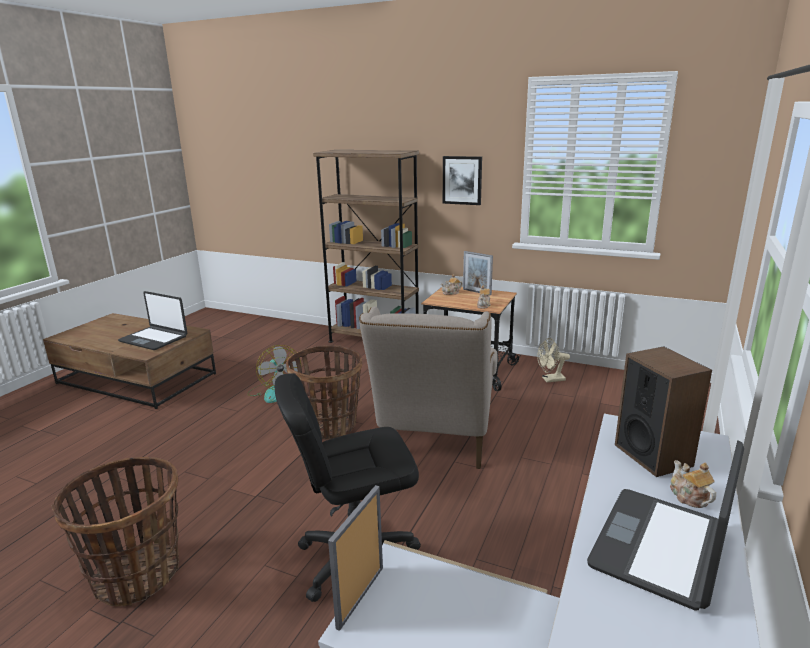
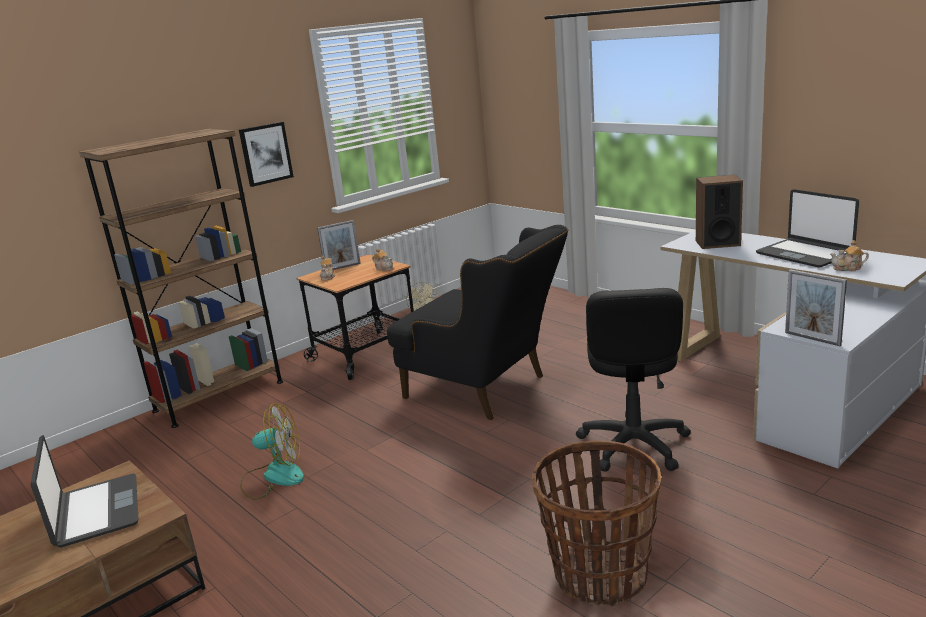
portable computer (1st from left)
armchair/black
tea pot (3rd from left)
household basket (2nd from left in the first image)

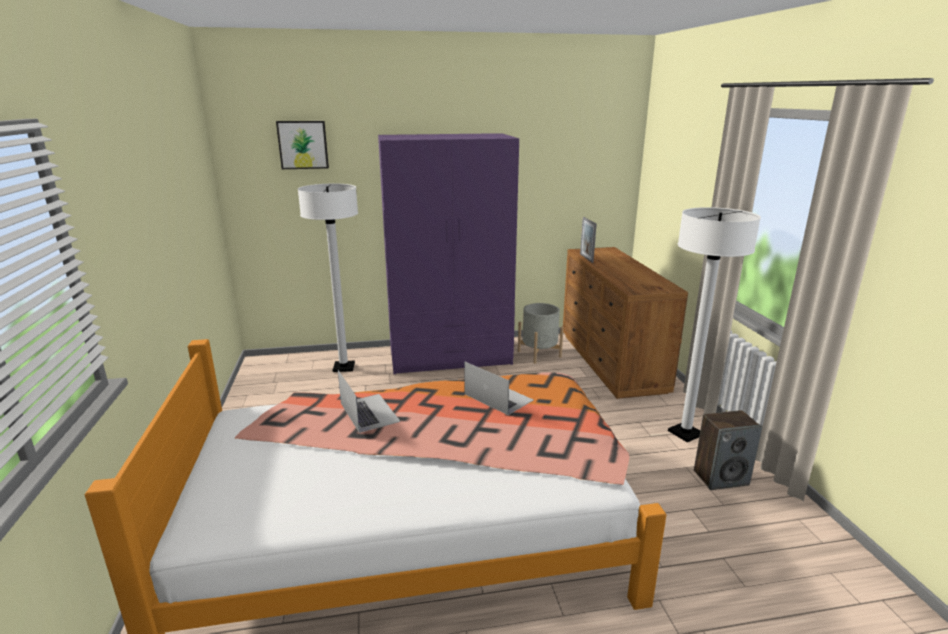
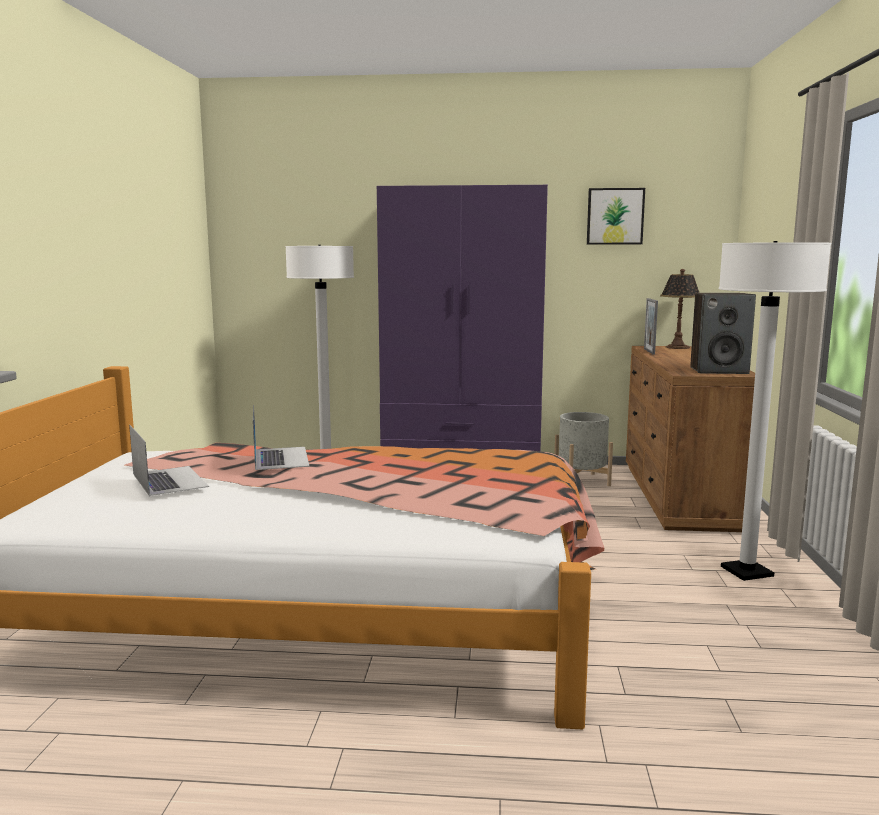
portable computer (1st from left)
wall art
table lamp
speaker

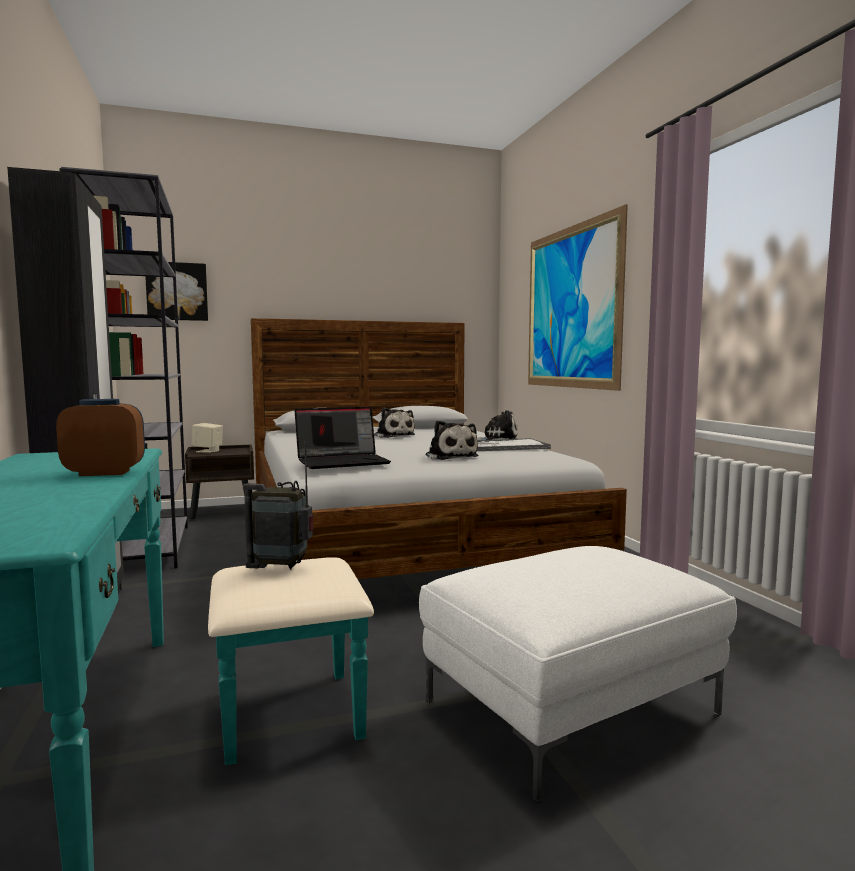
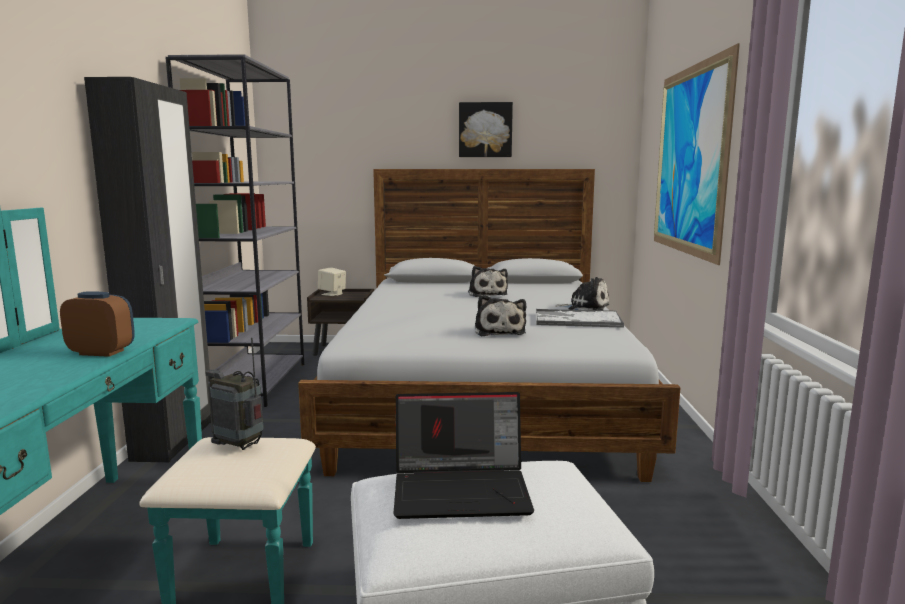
portable computer
wall art (1st from left)

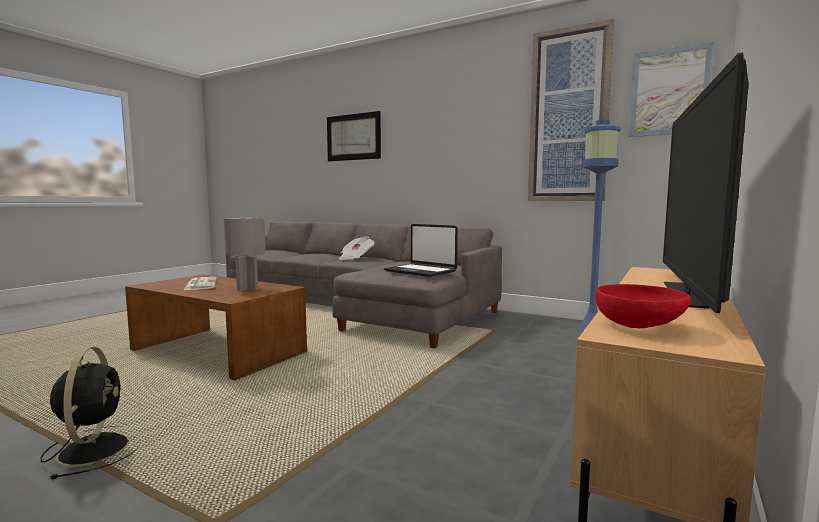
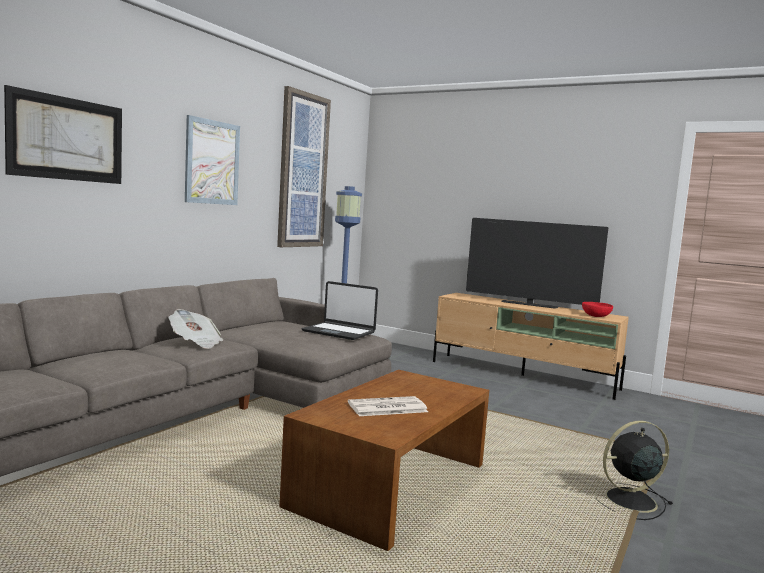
wall art (2nd from left)
portable computer
table lamp/greyish

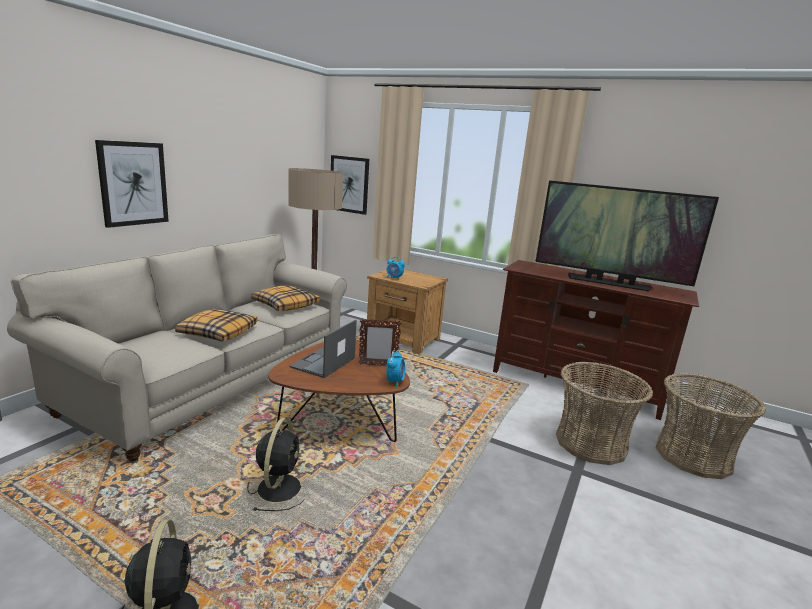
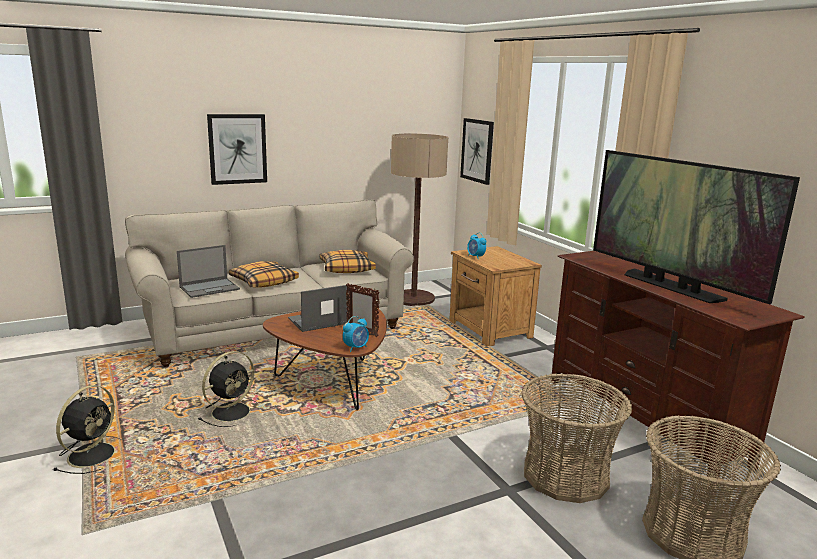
portable computer (1st from left)

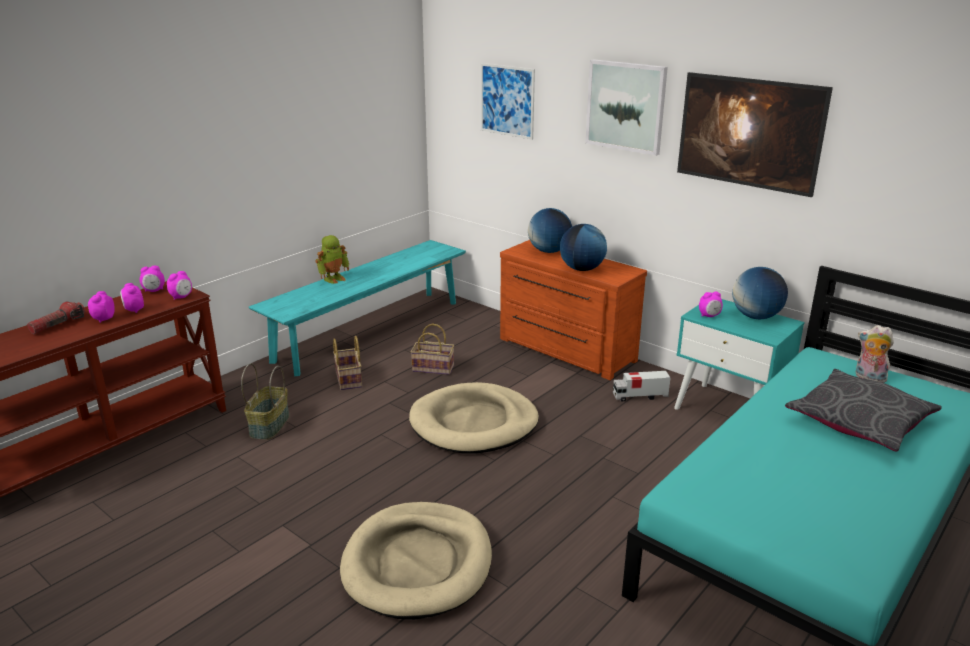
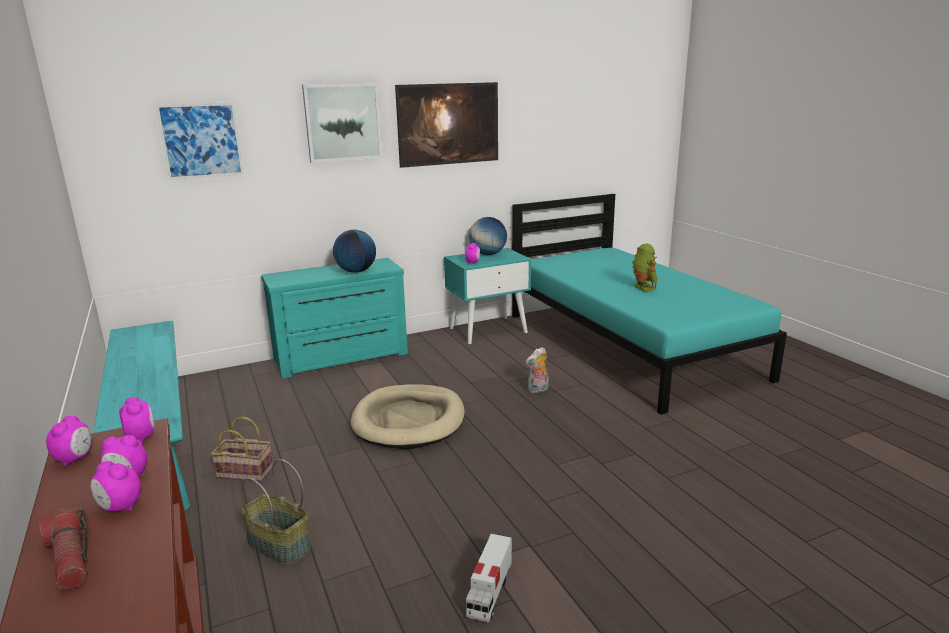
drawer chest/turquoise
toy truck
soft toy
model robot
dog cushion/sand-coloured (1st from left in the first image)
household basket (3rd from left in the first image)
globe (1st from left in the first image)
cushion/greyish

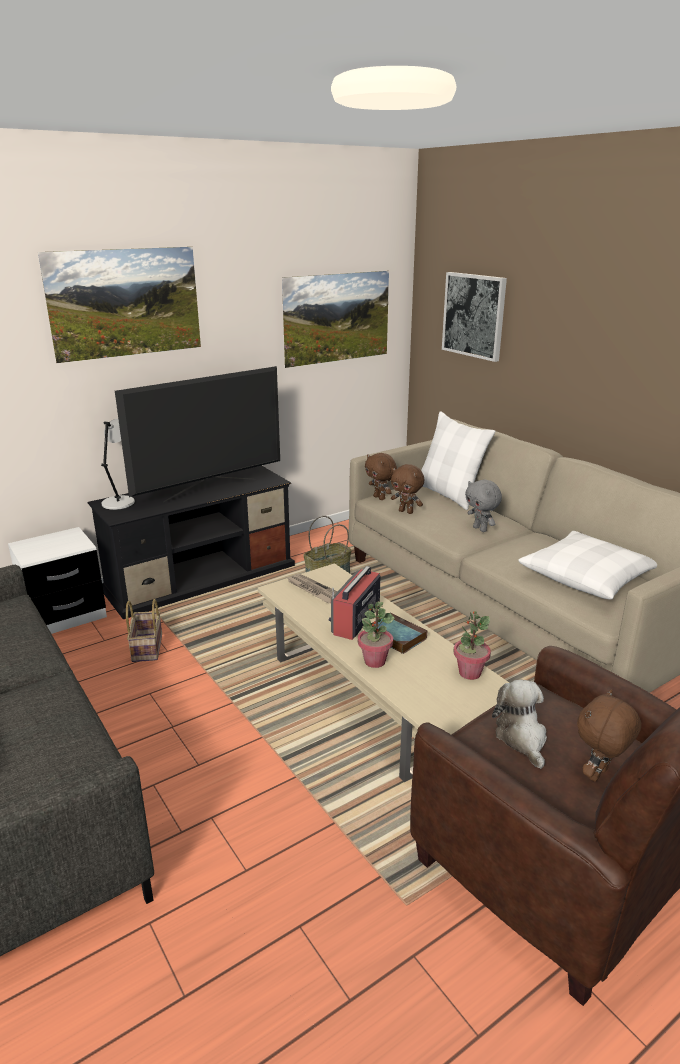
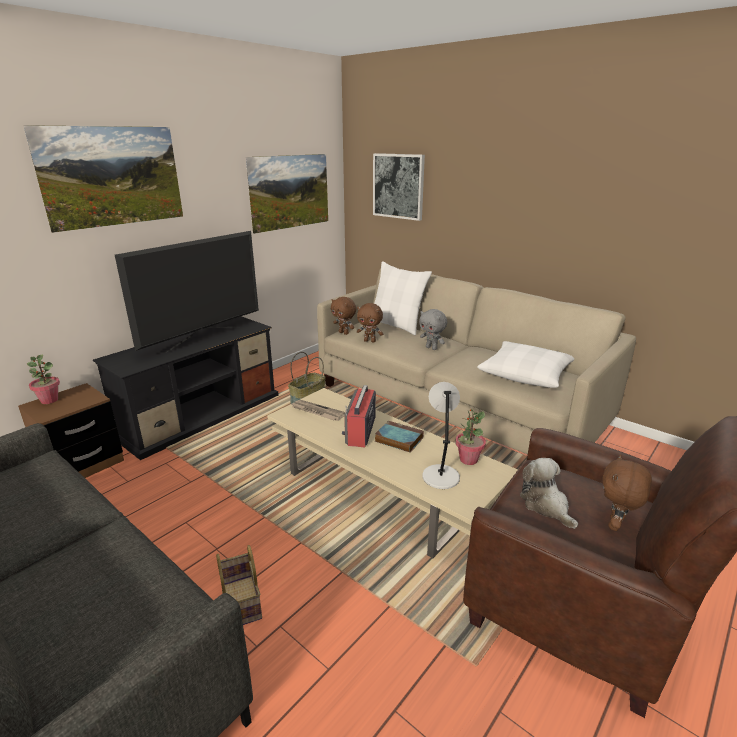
night table/brown
houseplant (1st from left)
household basket (1st from left)
table lamp/greyish

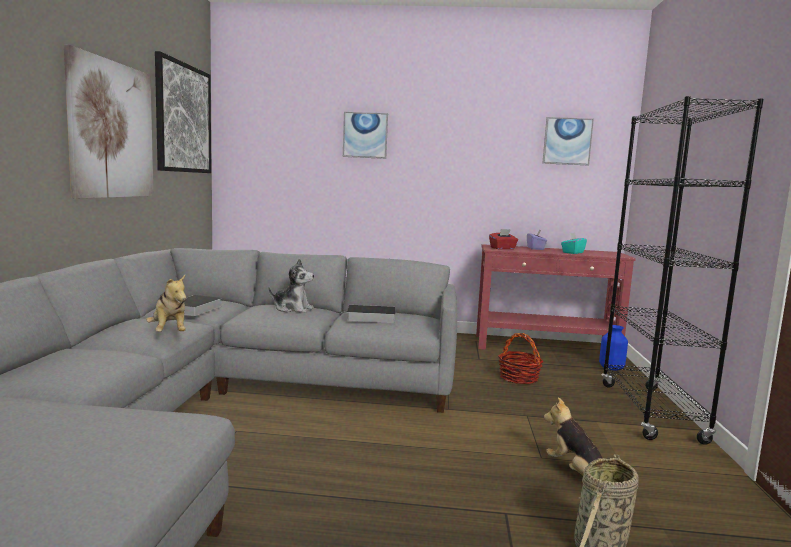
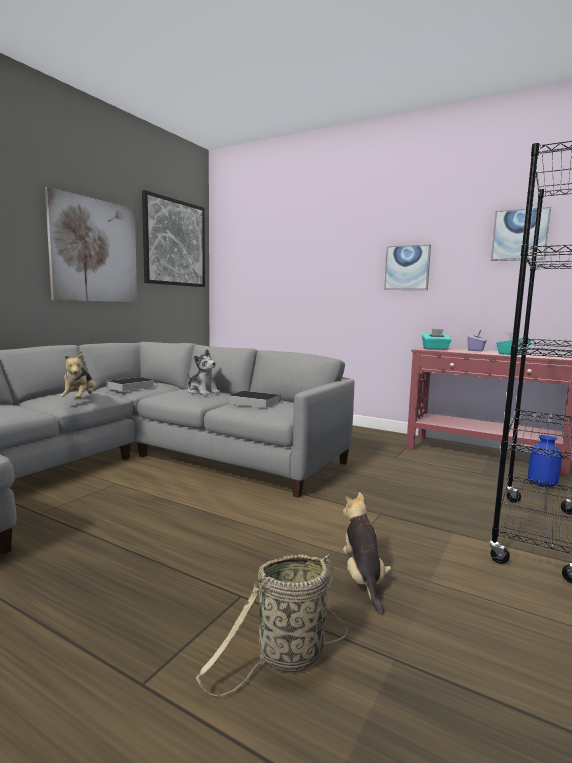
wall art (3rd from left)
tissue holder/turquoise (1st from left)
household basket (1st from left in the first image)

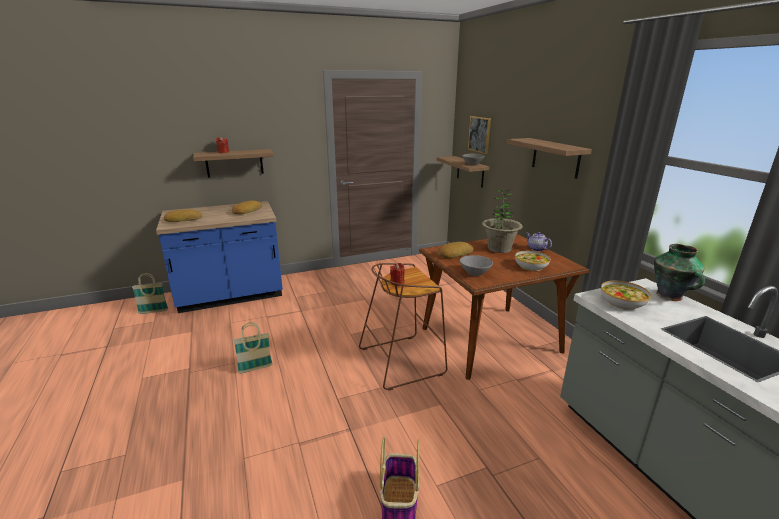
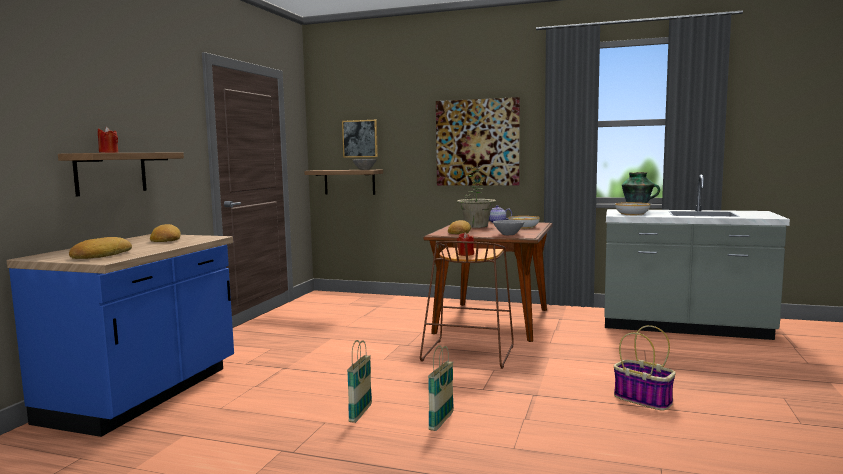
household basket (2nd from left)
wall art (2nd from left)

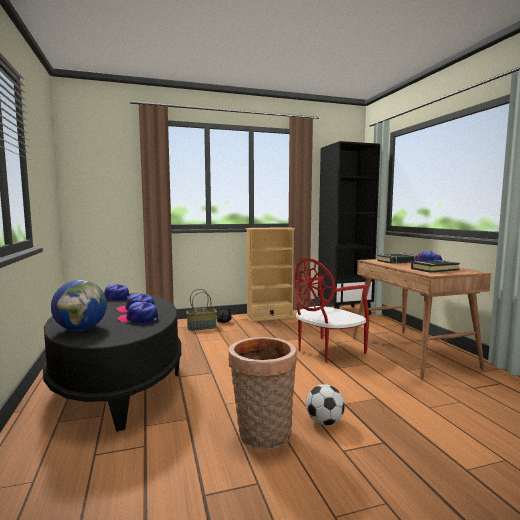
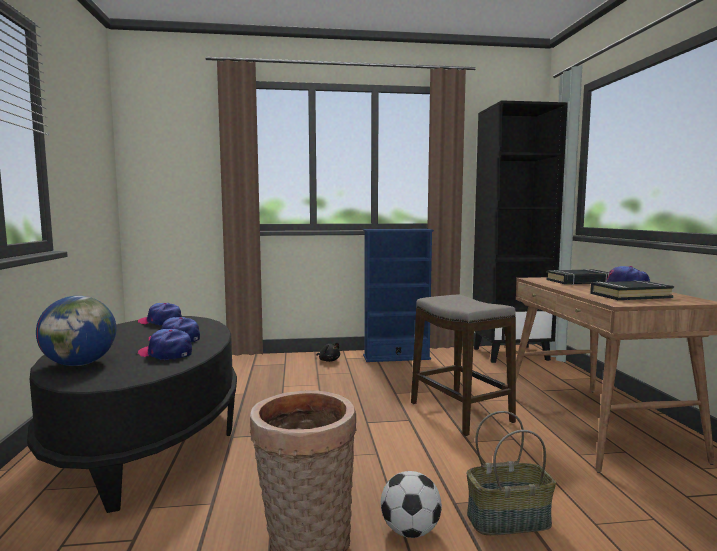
shelving unit/bluish
sitting stool
household basket (2nd from left)

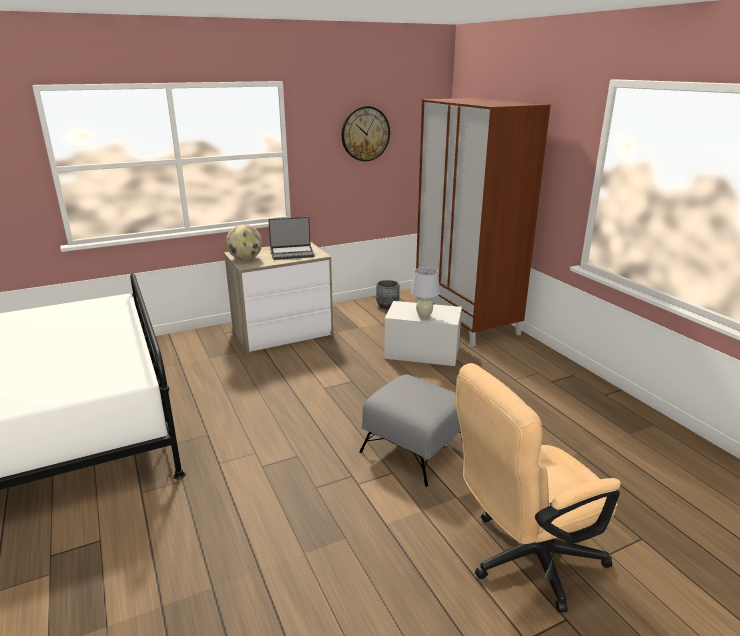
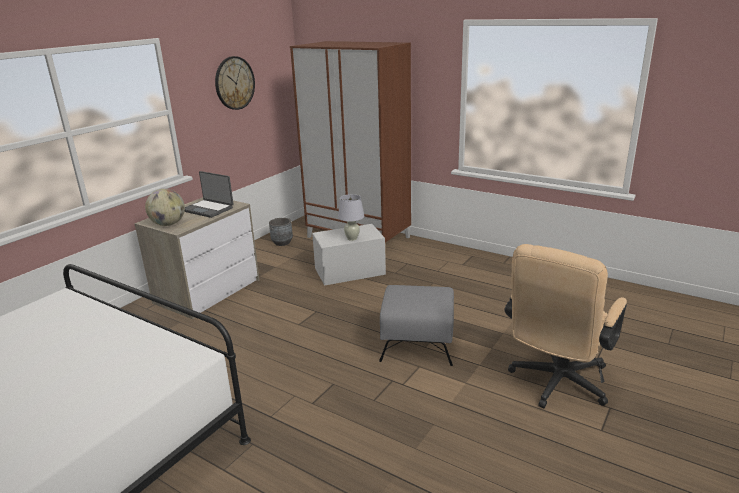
portable computer

